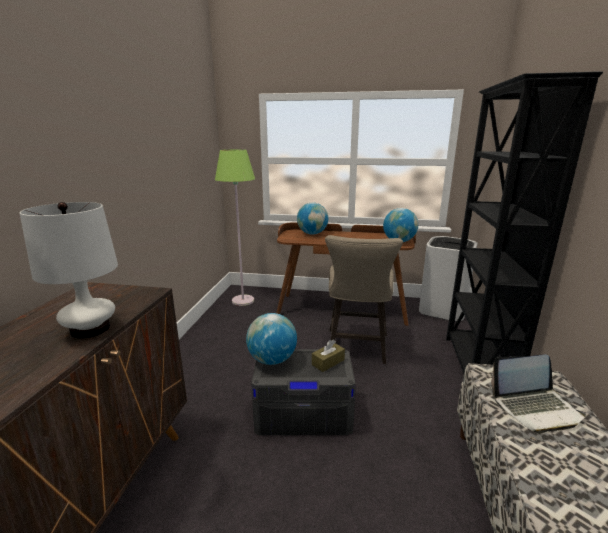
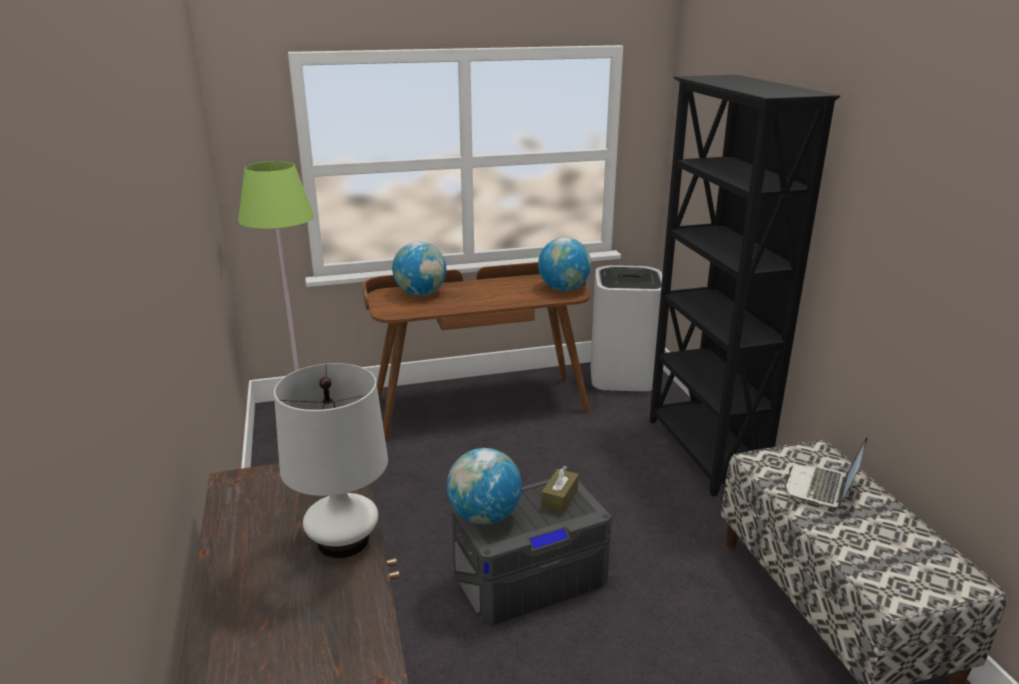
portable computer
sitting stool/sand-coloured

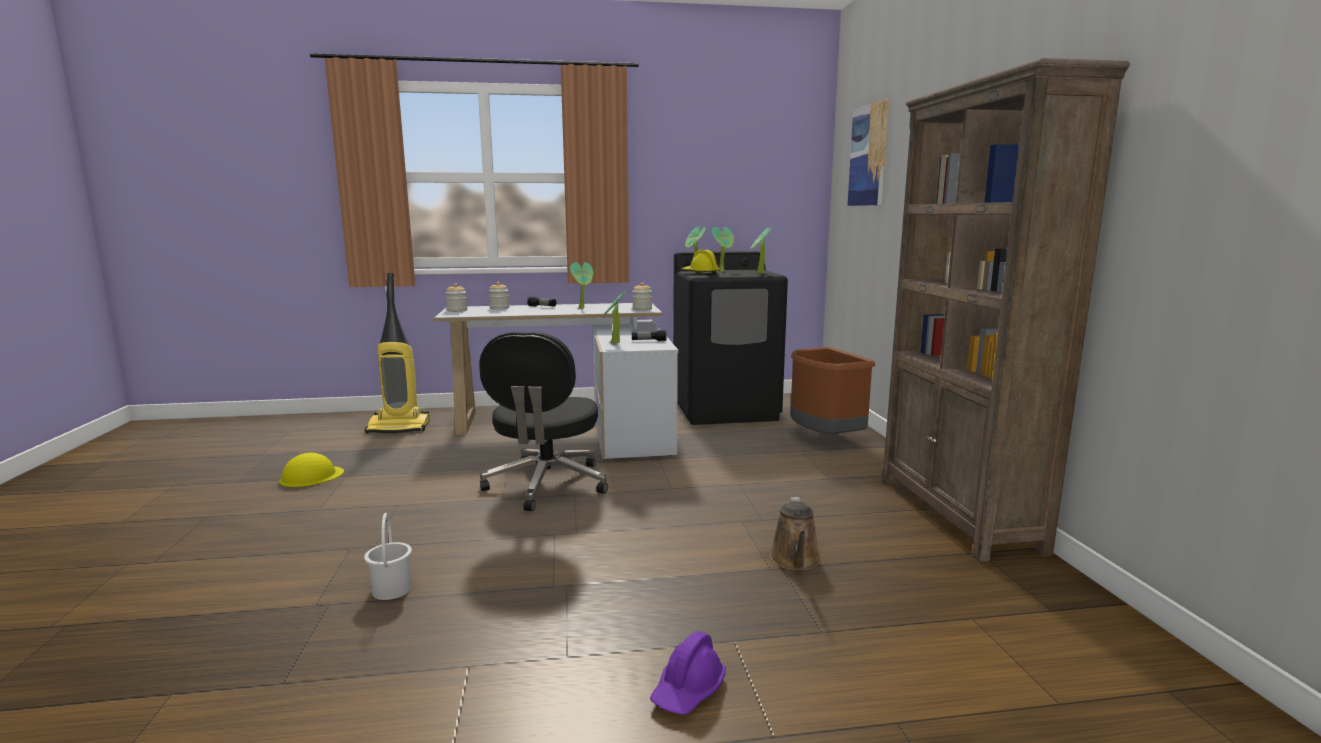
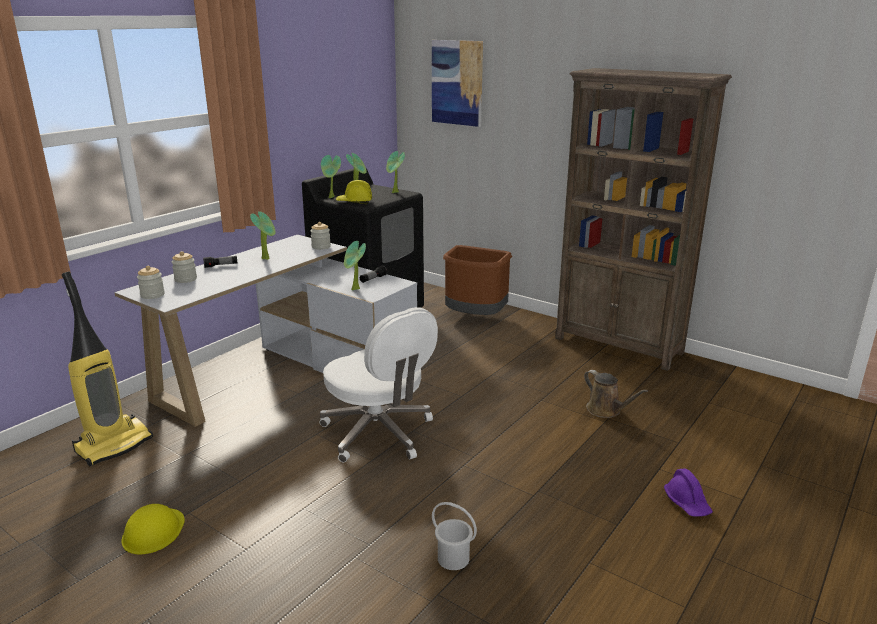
desk chair/whitish

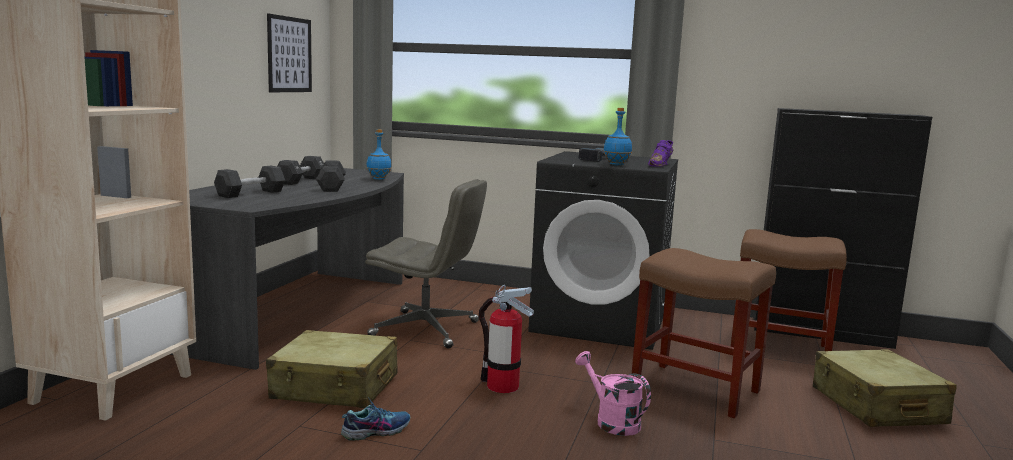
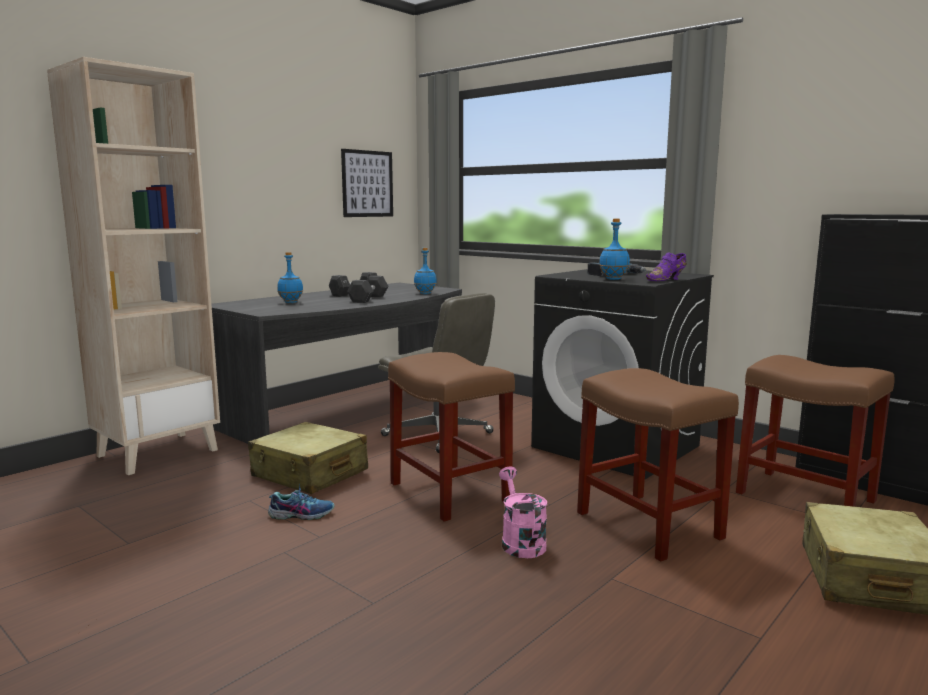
bottle/bluish (1st from left)
sitting stool/brown (1st from left)

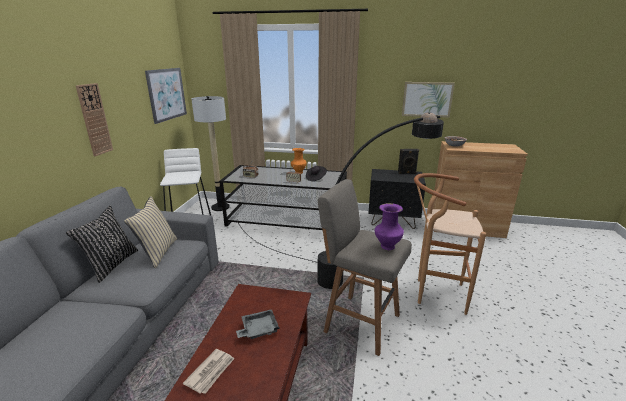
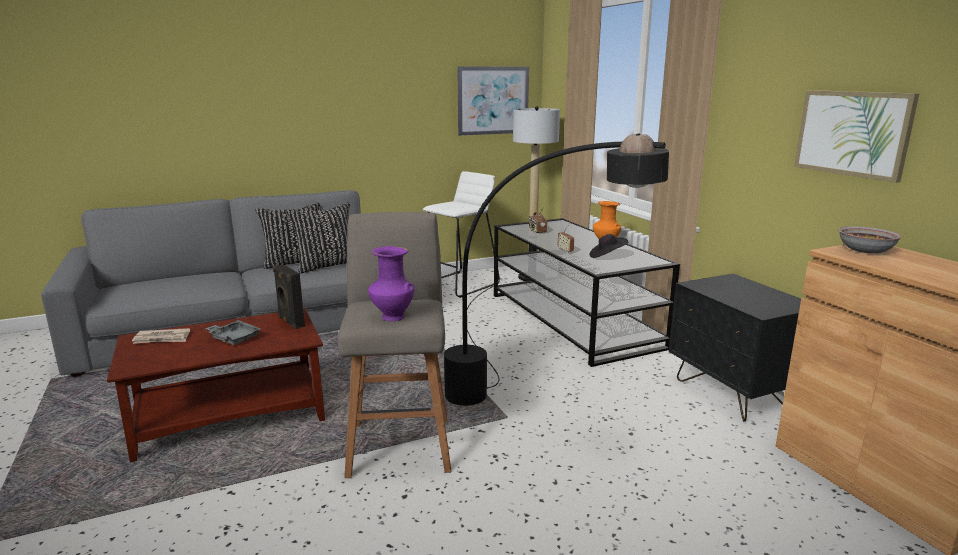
speaker/black
cushion/black (2nd from left)
wall clock
sitting stool/brown

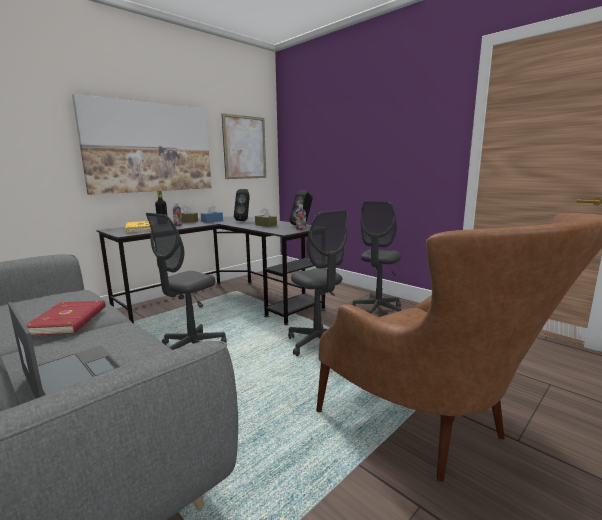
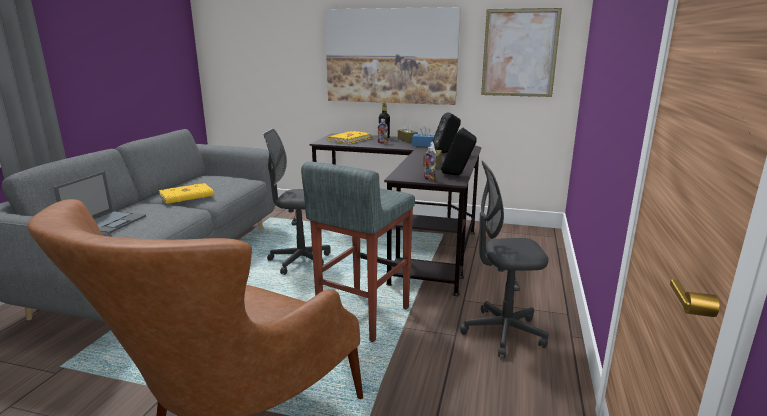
volume/yellow-coloured (1st from left)
sitting stool/greyish

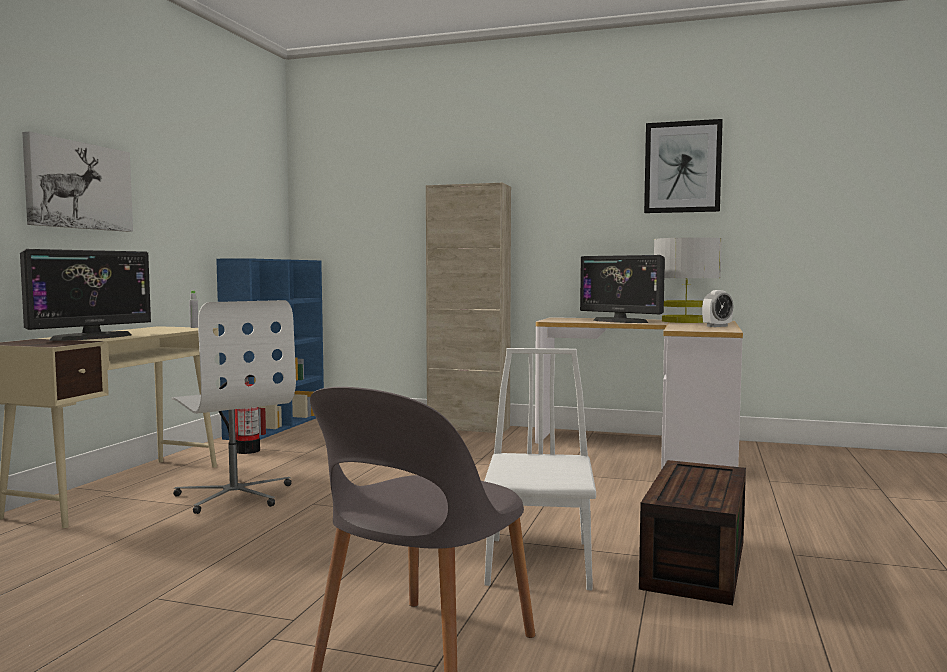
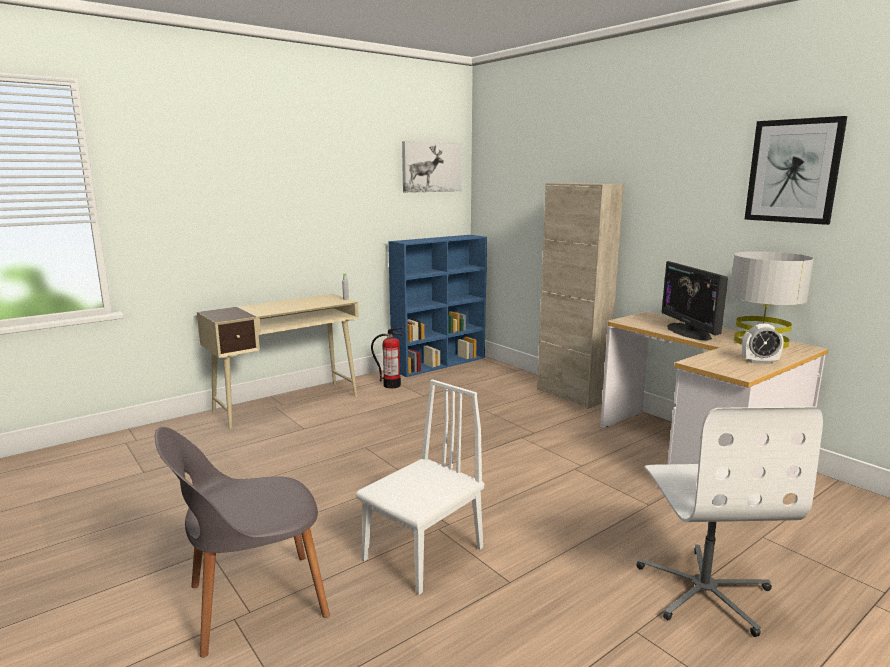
wall art (1st from left)
desk chair/whitish
computer screen (1st from left in the first image)
storage box/brown

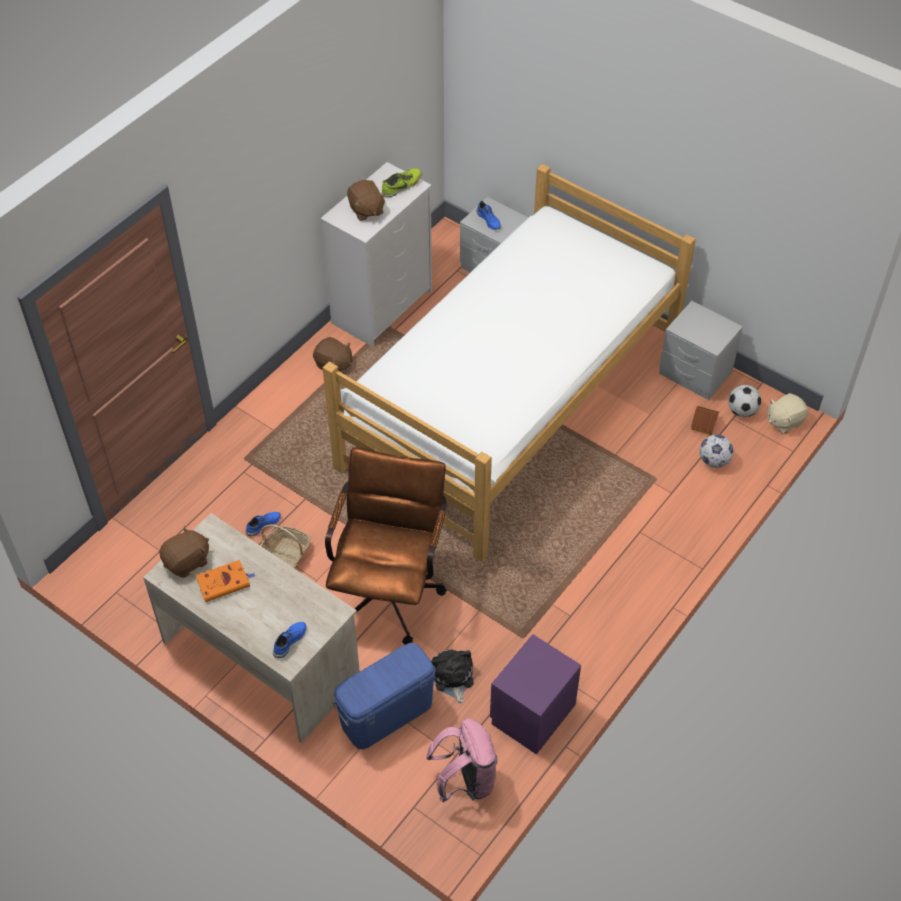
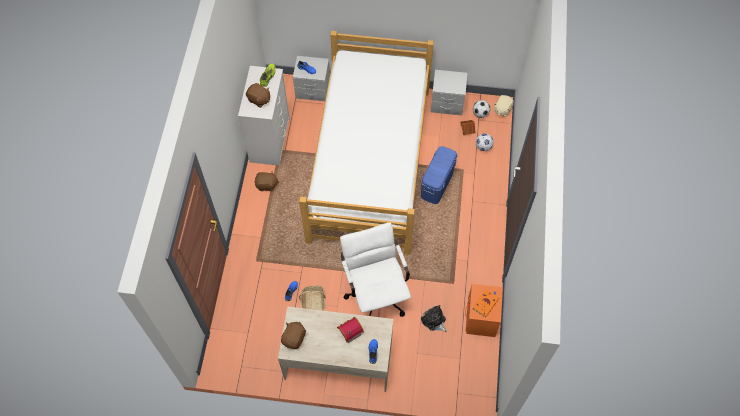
model house (1st from left)
desk chair/whitish
storage box/bluish
night table/orange-coloured
volume/orange-coloured
knapsack/pinkish

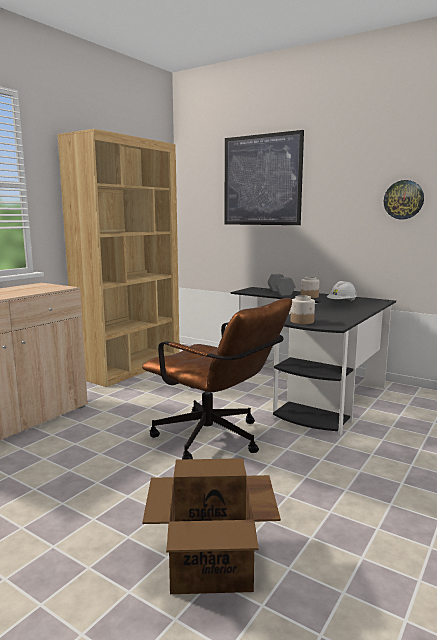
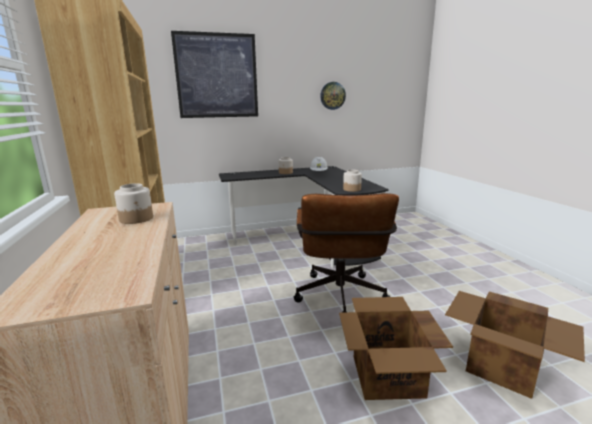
storage jar (1st from left)
desk chair/brown
carton (1st from left)
dumbbell/greyish

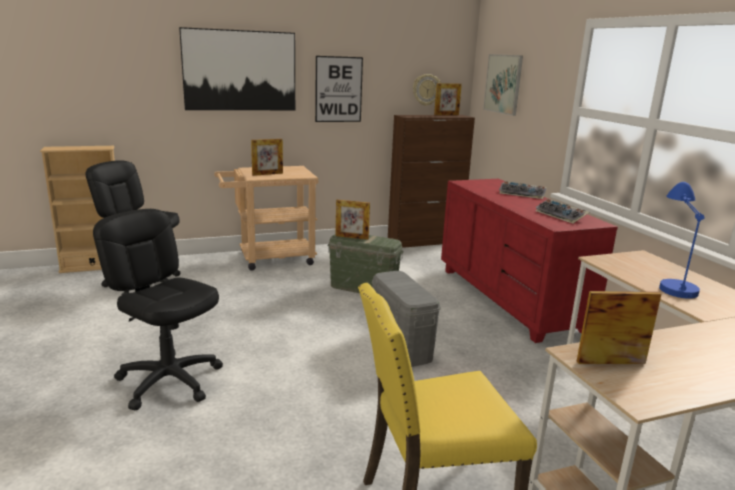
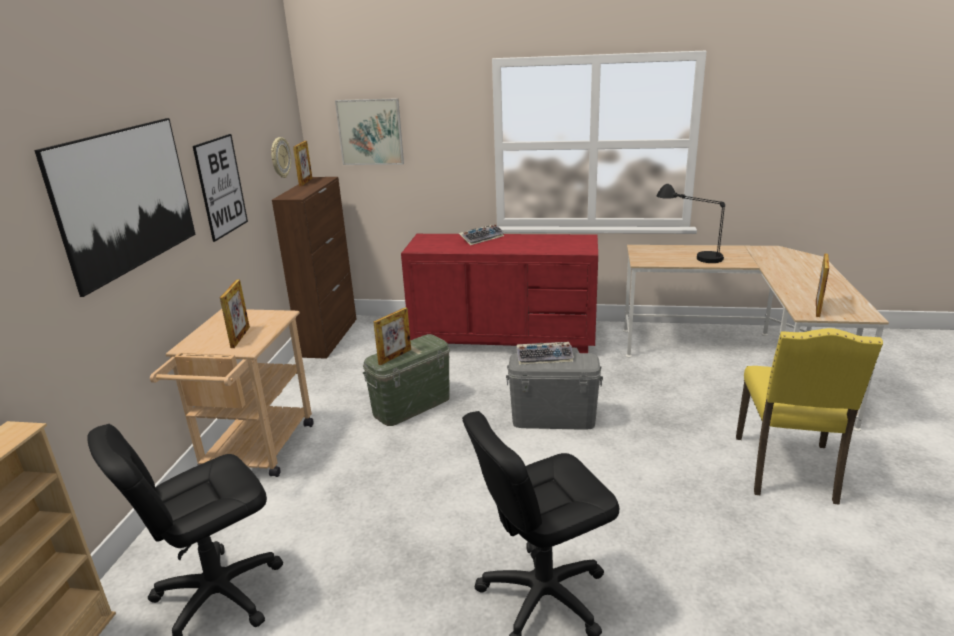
PC keyboard (2nd from left)
table lamp/black

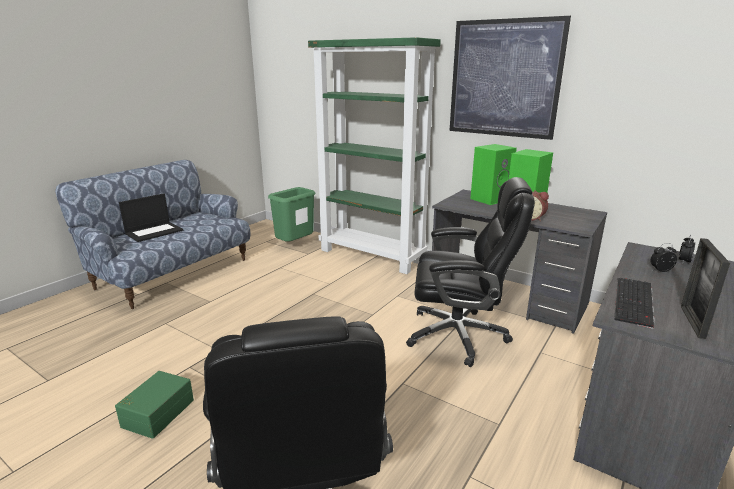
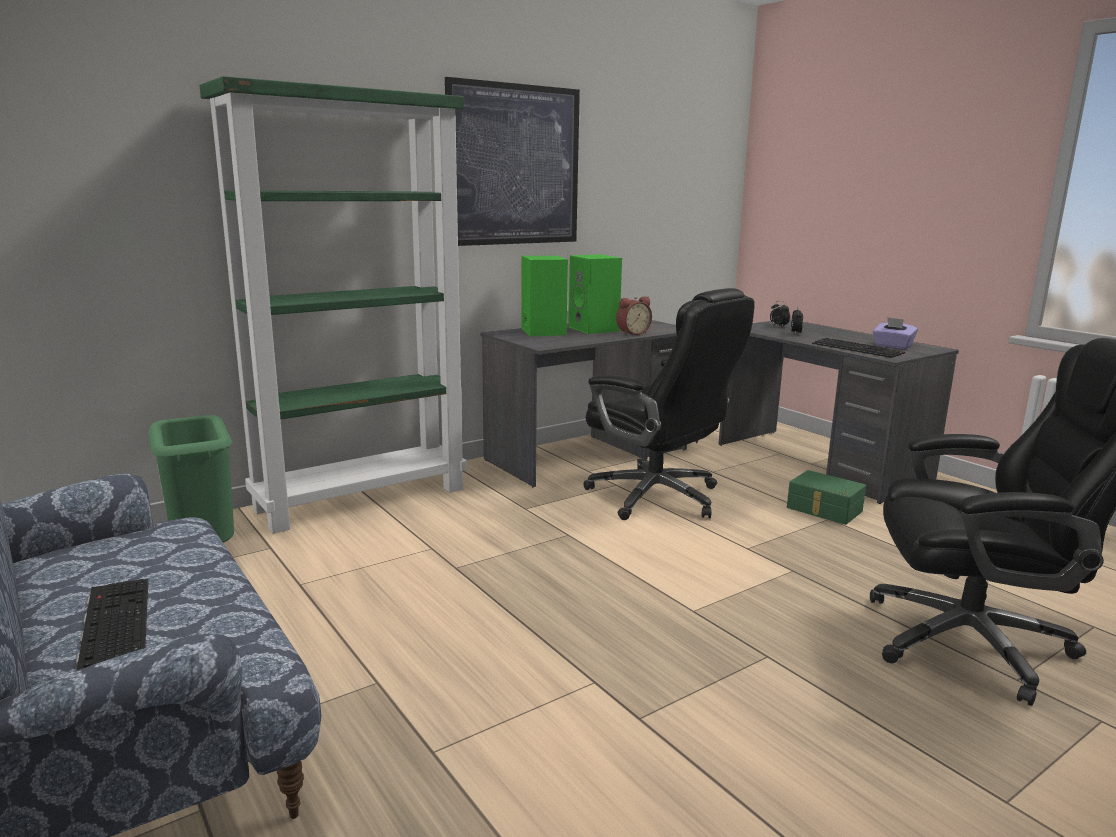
PC keyboard (1st from left)
desk chair/black (1st from left)
storage box/green
tissue holder/purple

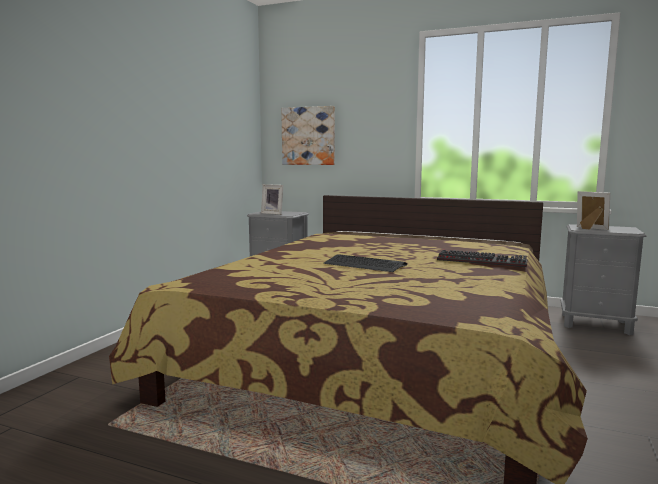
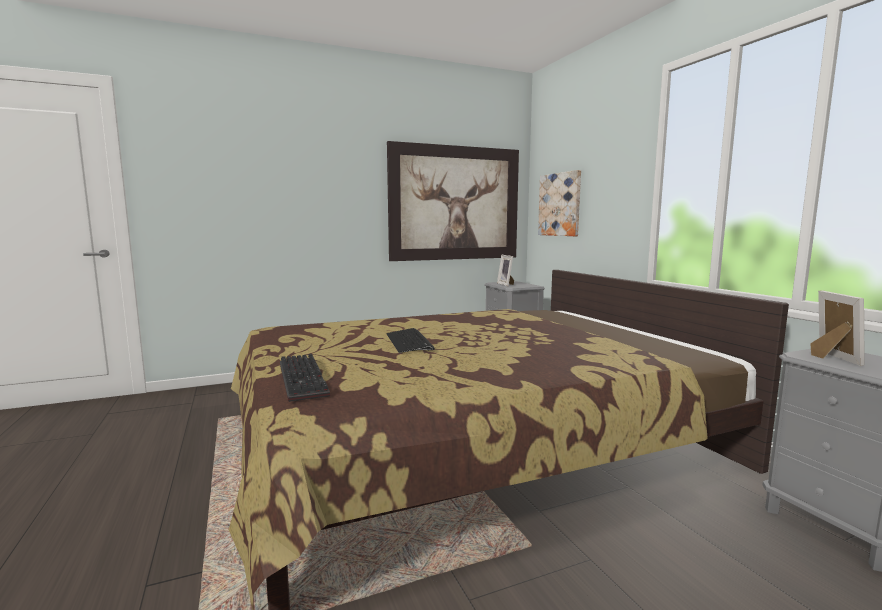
PC keyboard (1st from left)
wall art (1st from left)

